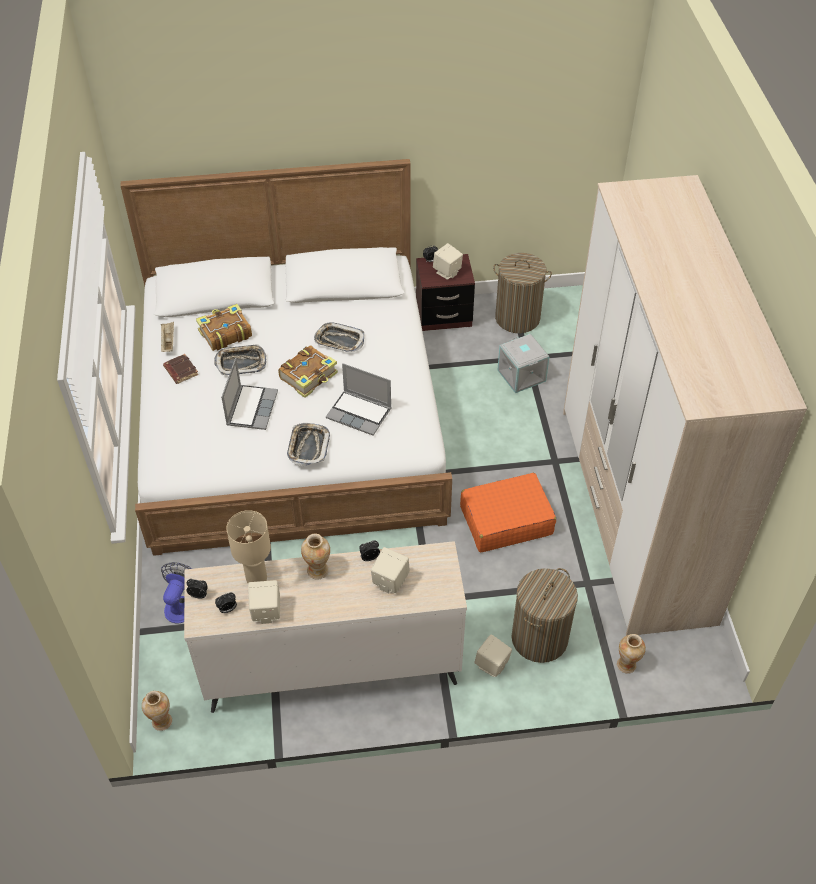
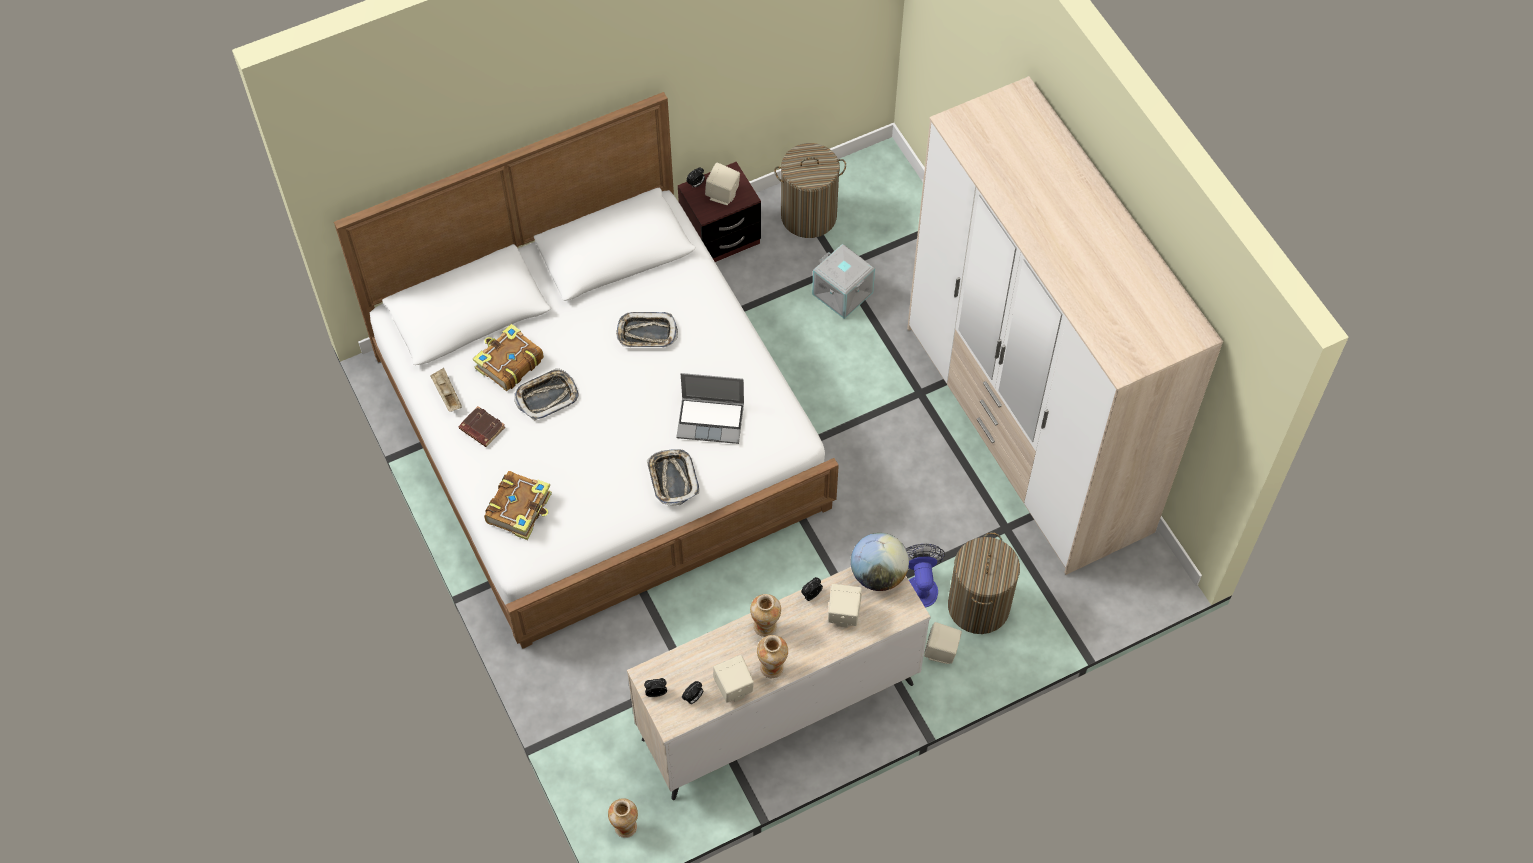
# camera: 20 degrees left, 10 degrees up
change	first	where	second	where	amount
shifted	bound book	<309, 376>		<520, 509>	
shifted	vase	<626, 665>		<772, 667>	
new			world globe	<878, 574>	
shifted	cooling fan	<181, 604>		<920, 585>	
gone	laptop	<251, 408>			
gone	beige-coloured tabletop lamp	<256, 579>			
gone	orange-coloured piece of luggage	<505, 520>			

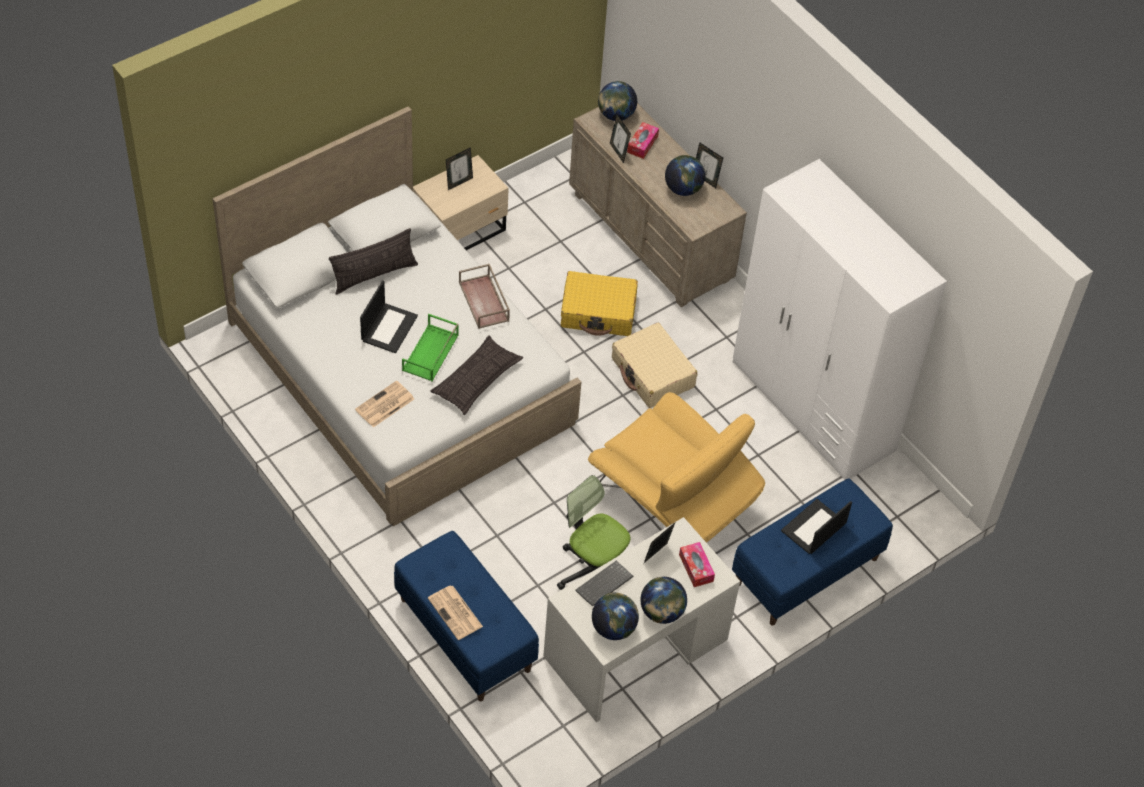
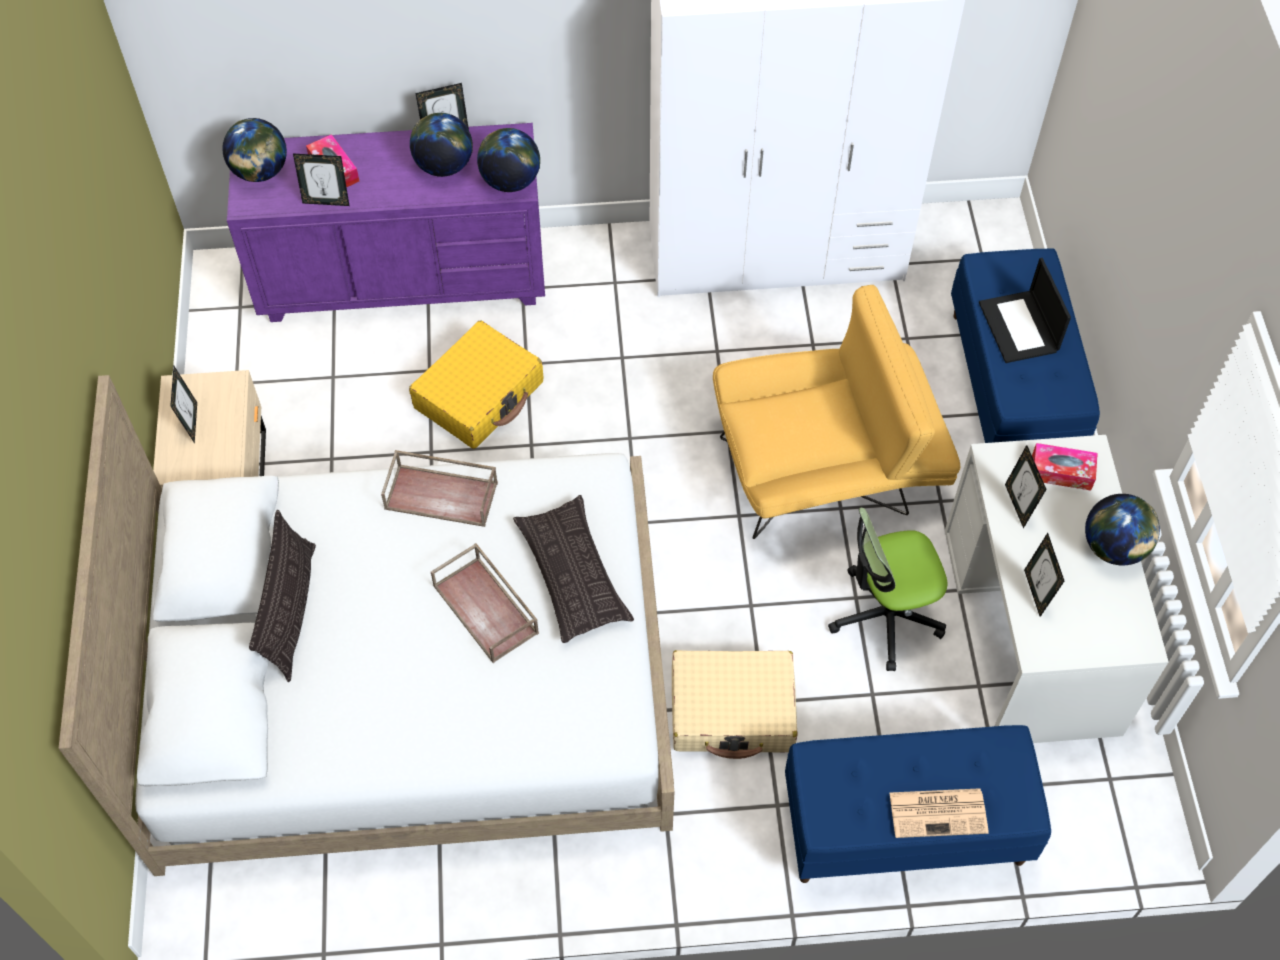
# camera: 55 degrees left, 5 degrees up
change	first	where	second	where	amount
repainted	beige-coloured chest of drawers	<650, 238>	purple-coloured chest of drawers	<403, 279>	
repainted	green-coloured carrying tray	<430, 353>	brownish carrying tray	<487, 609>	
shifted	world globe	<613, 628>		<510, 181>	
shifted	beige-coloured piece of luggage	<652, 373>		<733, 710>	
swapped	computer keyboard	<604, 585>	standing frame	<1036, 592>	
gone	newspaper	<384, 405>			
gone	laptop	<389, 327>			

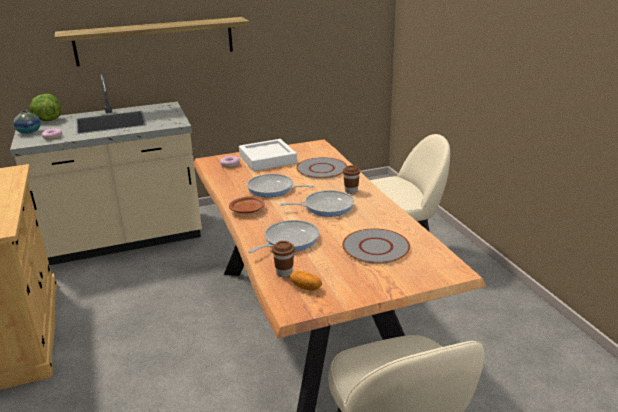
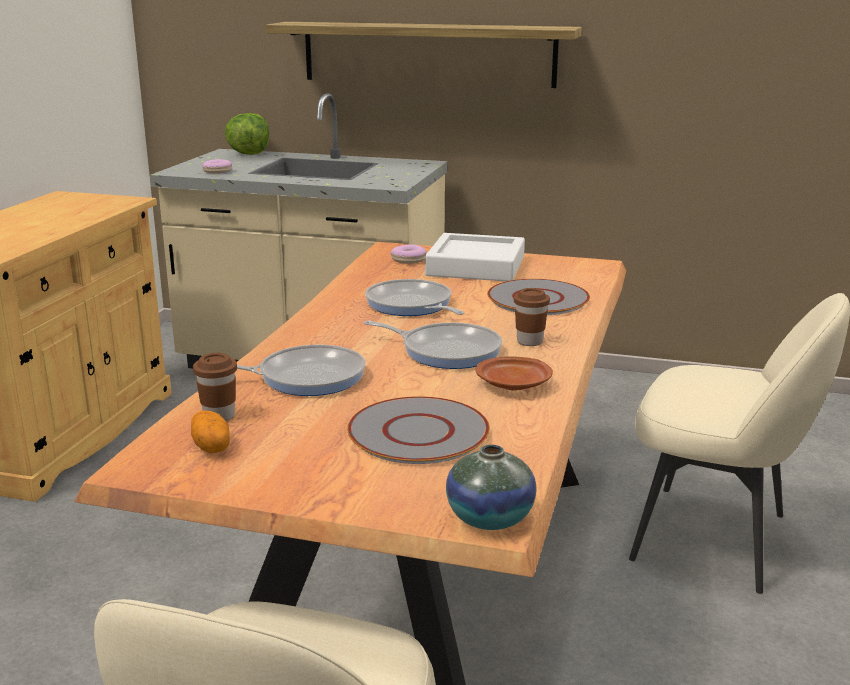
# camera: 35 degrees right, 5 degrees down
change	first	where	second	where	amount
shifted	vase	<29, 132>		<490, 518>	
shifted	brownish flat dish	<248, 210>		<514, 385>	

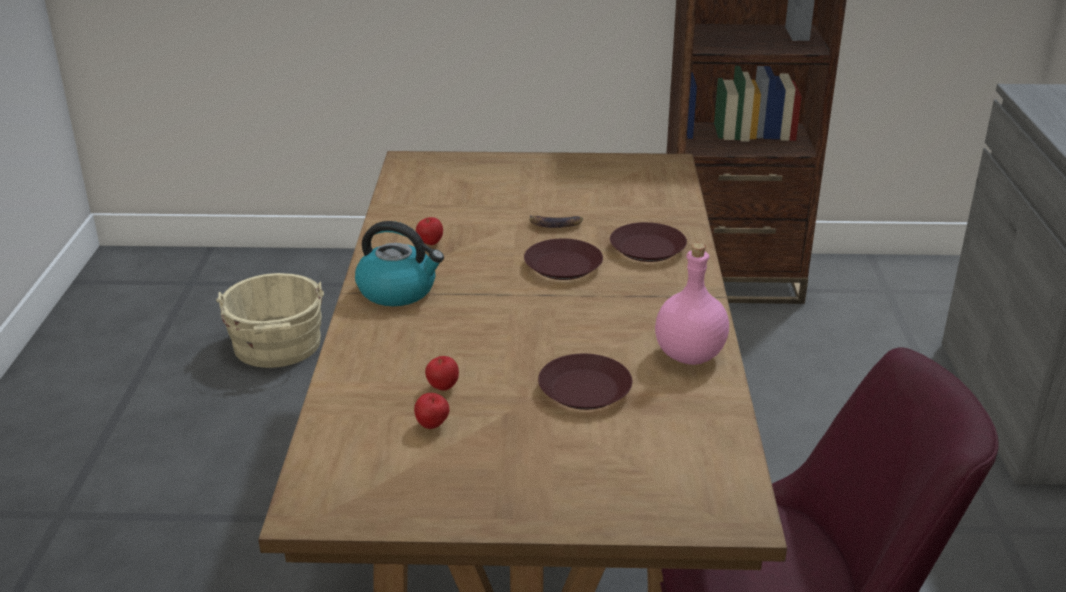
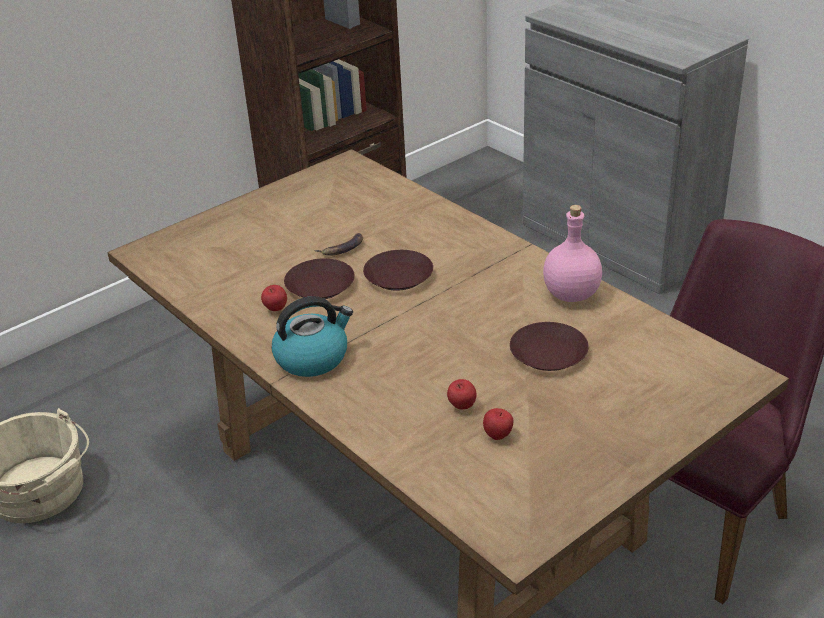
# camera: 40 degrees left, 5 degrees up
change	first	where	second	where	amount
shifted	brownish flat dish	<648, 248>		<320, 285>	

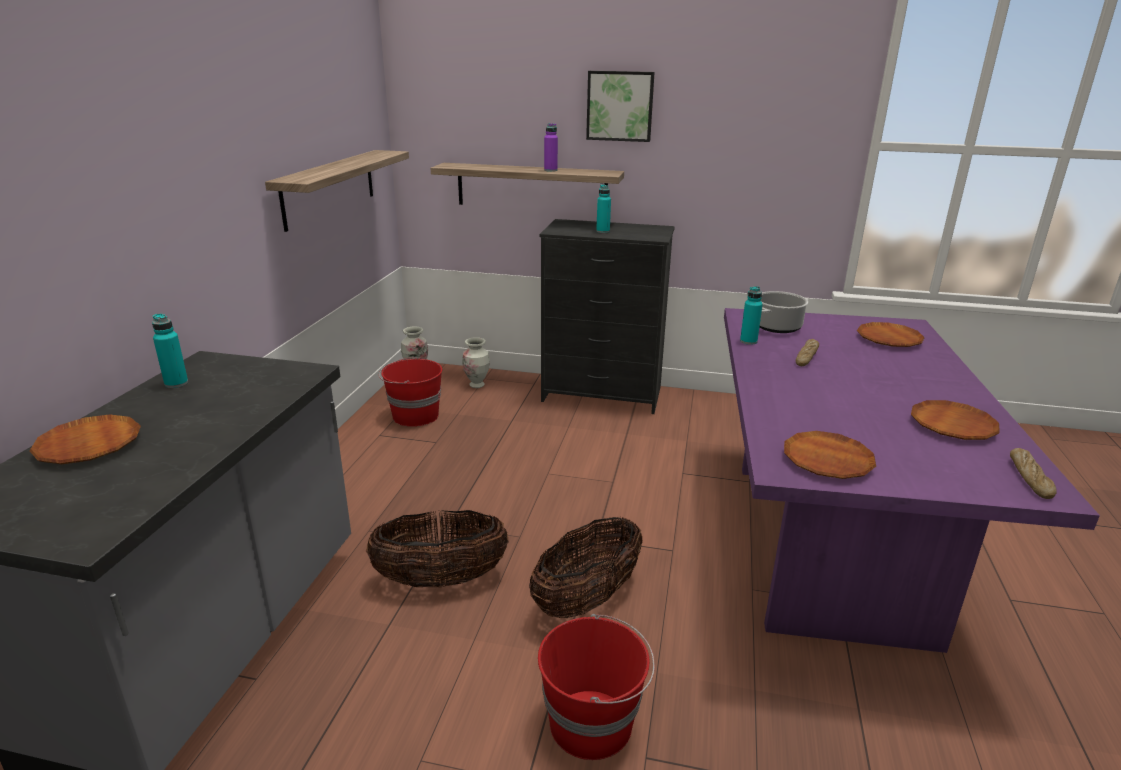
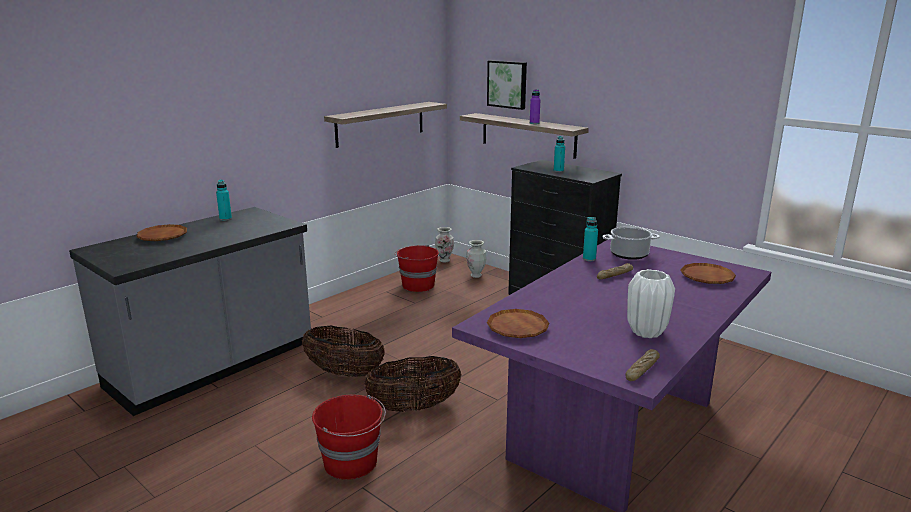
# camera: 30 degrees right, 5 degrees down
change	first	where	second	where	amount
shifted	picture	<620, 106>		<507, 84>	
swapped	brownish flat dish	<952, 425>	whitish vase	<646, 332>	

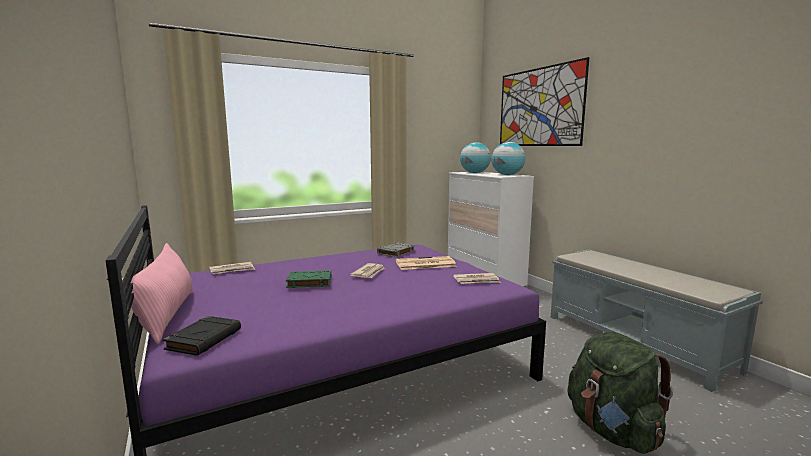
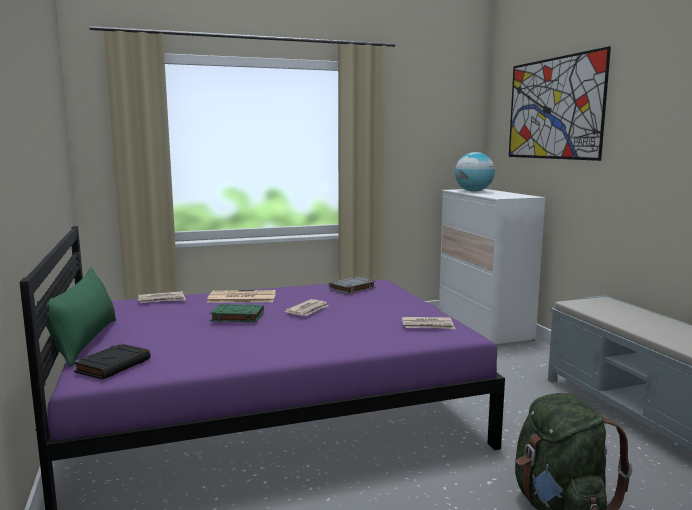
# camera: 10 degrees right, 0 degrees up
change	first	where	second	where	amount
repainted	pink cushion	<167, 315>	green-coloured cushion	<85, 341>	
shifted	newspaper	<424, 264>		<241, 298>	
gone	world globe	<507, 175>			

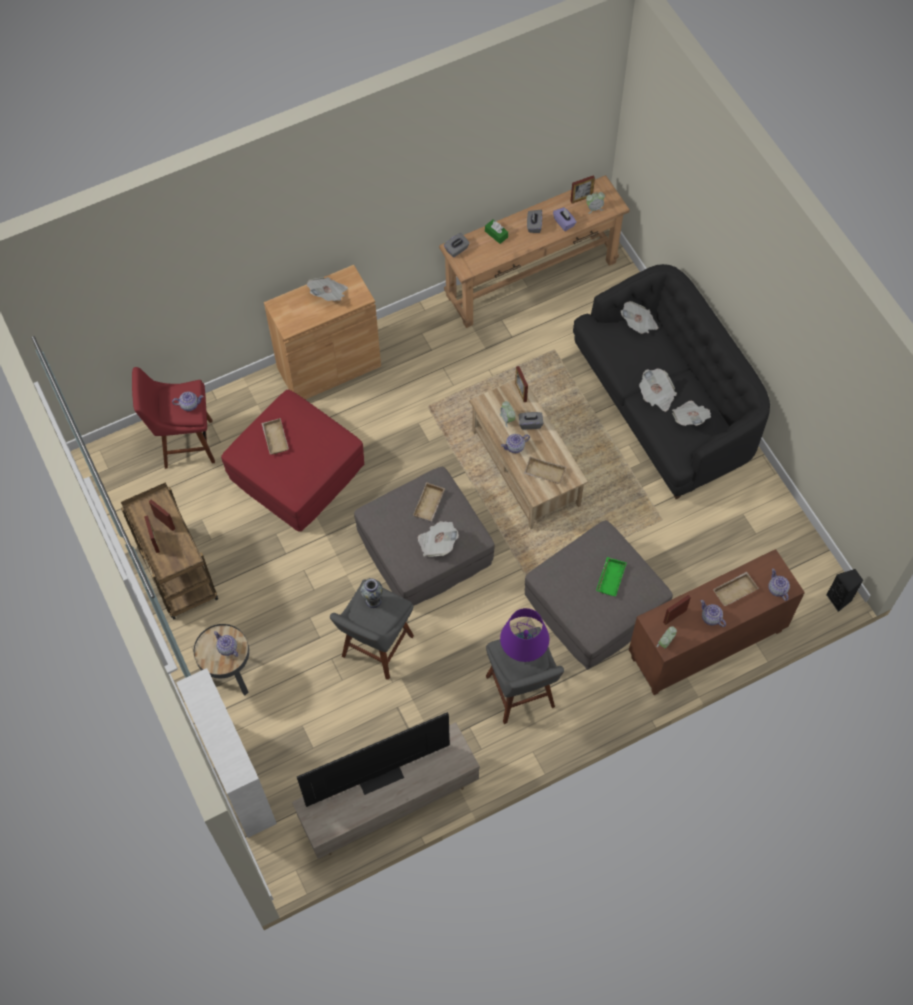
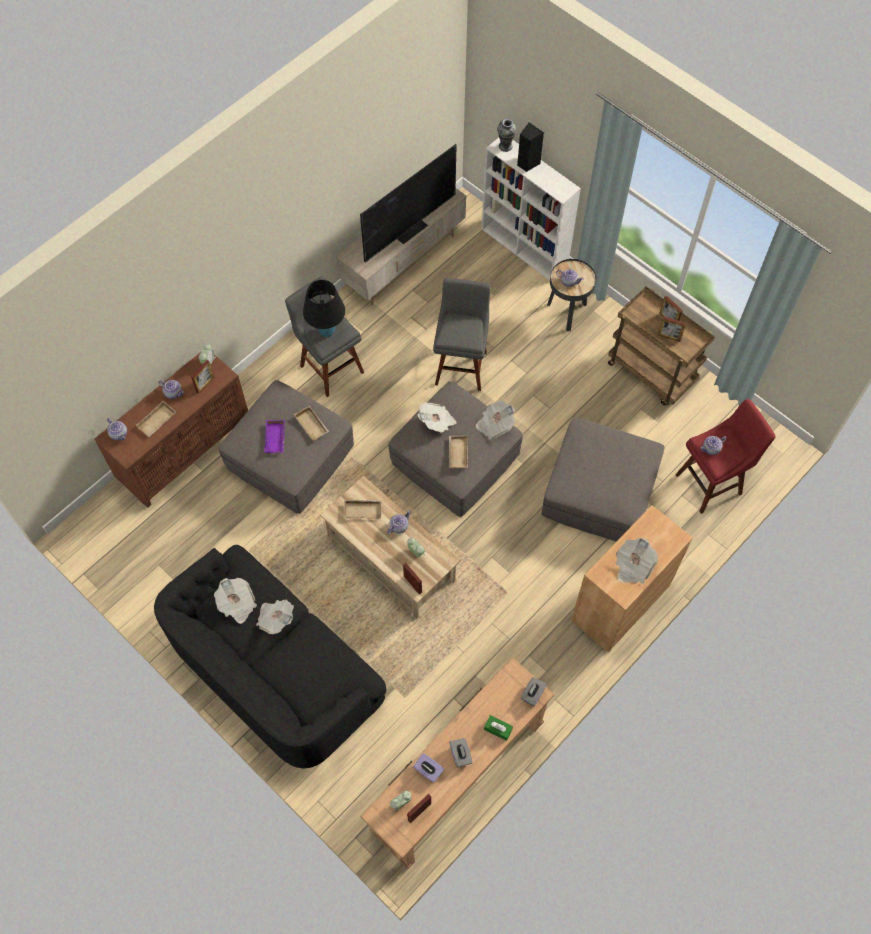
# camera: 160 degrees right, 0 degrees up
change	first	where	second	where	amount
repainted	green-coloured carrying tray	<610, 577>	purple-coloured carrying tray	<276, 439>	
shifted	beige-coloured carrying tray	<274, 438>		<312, 425>	
repainted	purple-coloured tabletop lamp	<523, 654>	black tabletop lamp	<326, 331>	
shifted	newspaper	<638, 324>		<494, 424>	
shifted	vase	<373, 600>		<505, 146>	
shifted	black loudspeaker	<840, 599>		<527, 163>	
repainted	red-coloured pouffe	<296, 470>	grey pouffe	<599, 491>	
gone	grey tissue box	<530, 423>			

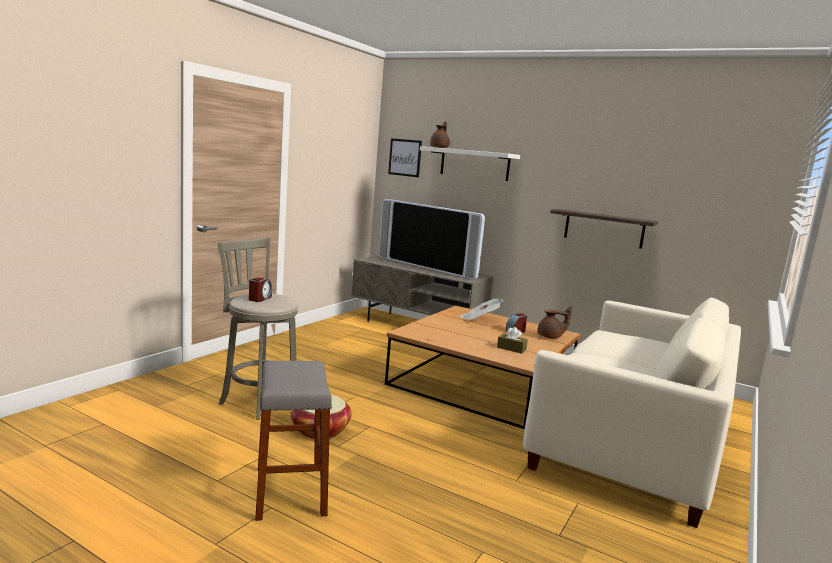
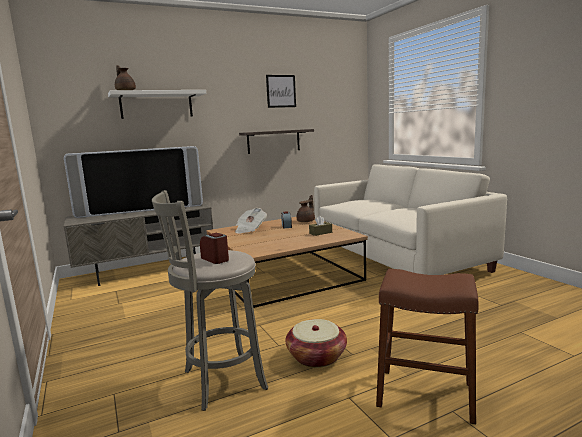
# camera: 55 degrees left, 0 degrees up
change	first	where	second	where	amount
shifted	picture	<405, 157>		<281, 91>	
repainted	grey stool seat	<290, 491>	brownish stool seat	<425, 394>	

